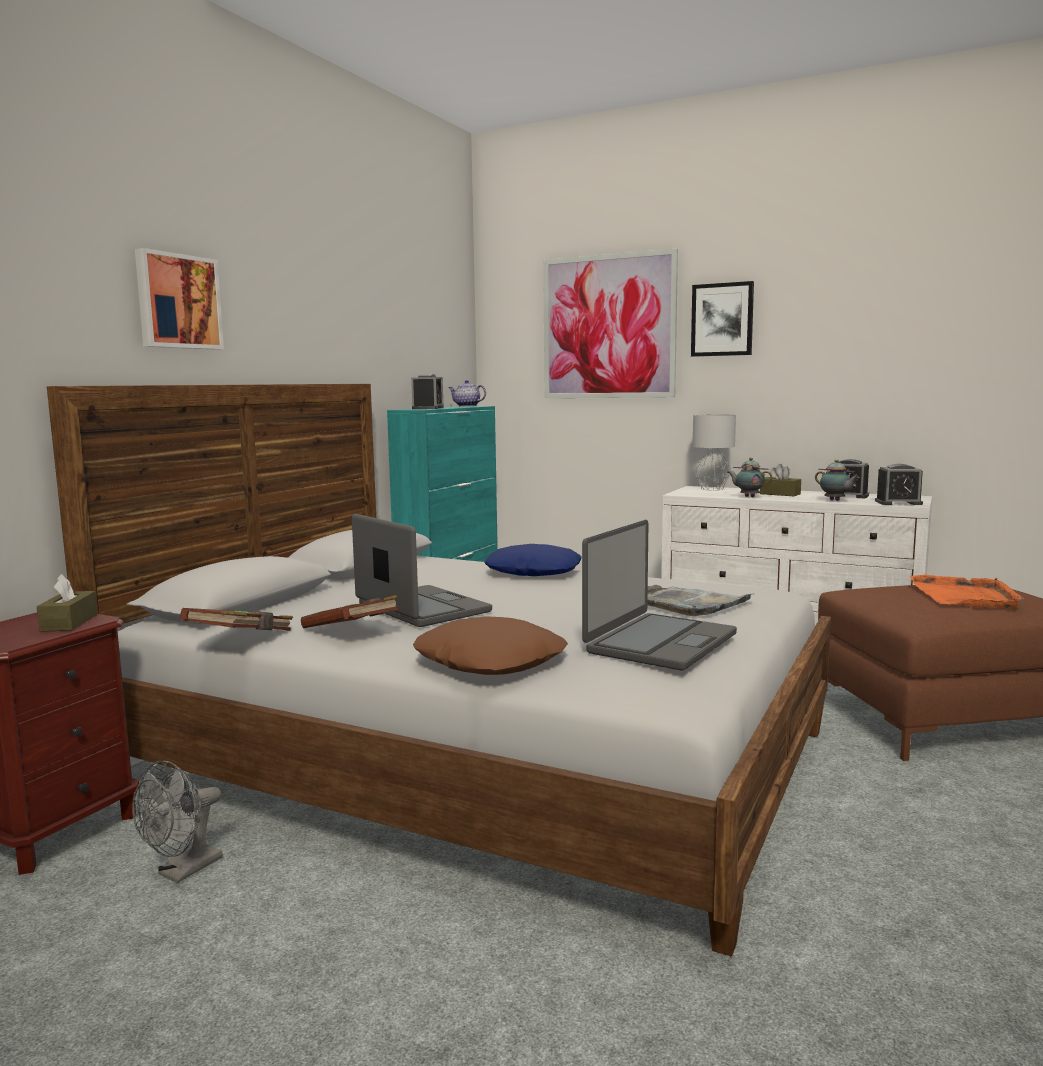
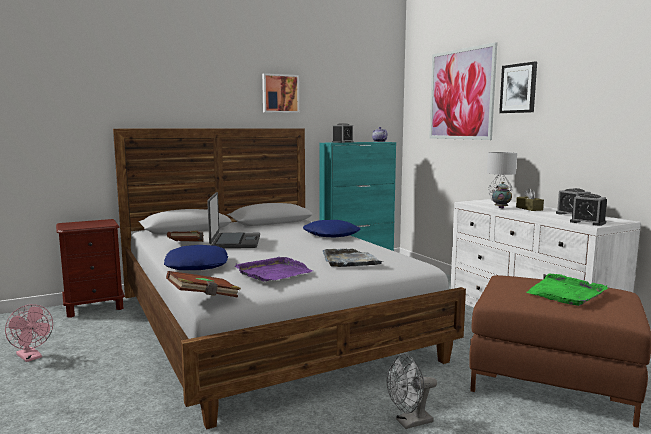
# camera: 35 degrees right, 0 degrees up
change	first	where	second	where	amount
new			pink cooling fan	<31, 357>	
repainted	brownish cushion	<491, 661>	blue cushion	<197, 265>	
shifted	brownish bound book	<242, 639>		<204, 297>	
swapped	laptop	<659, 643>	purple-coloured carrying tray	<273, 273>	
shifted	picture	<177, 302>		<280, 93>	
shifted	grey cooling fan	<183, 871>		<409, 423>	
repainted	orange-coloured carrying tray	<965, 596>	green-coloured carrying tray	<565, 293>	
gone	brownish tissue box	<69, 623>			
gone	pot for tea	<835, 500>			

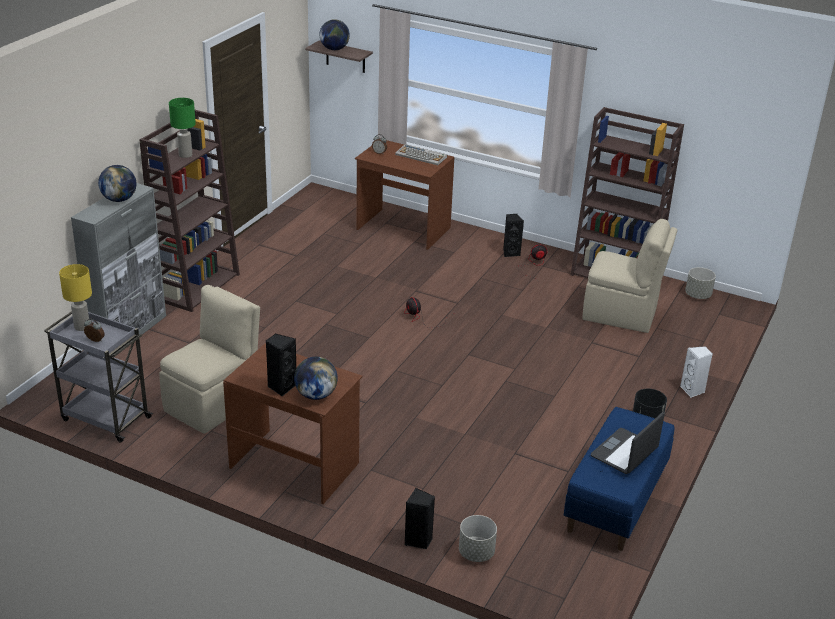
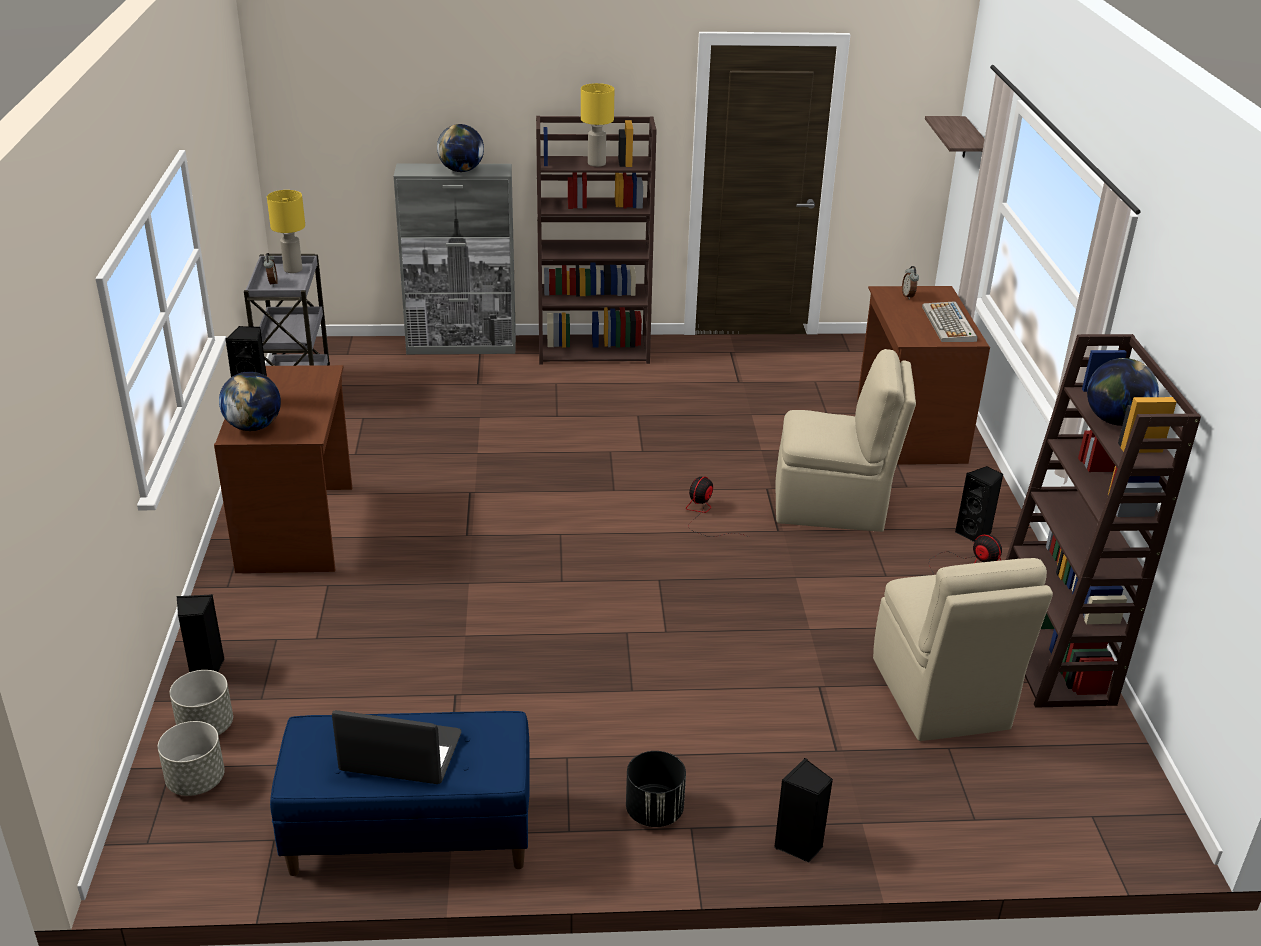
# camera: 60 degrees right, 0 degrees up
change	first	where	second	where	amount
shifted	grey plant pot	<697, 295>		<196, 780>	
repainted	green-coloured tabletop lamp	<185, 155>	yellow-coloured tabletop lamp	<597, 163>	
repainted	whitish loudspeaker	<693, 390>	black loudspeaker	<799, 845>	
shifted	beige-coloured upright chair	<213, 403>		<833, 506>	
shifted	world globe	<334, 49>		<1115, 421>	

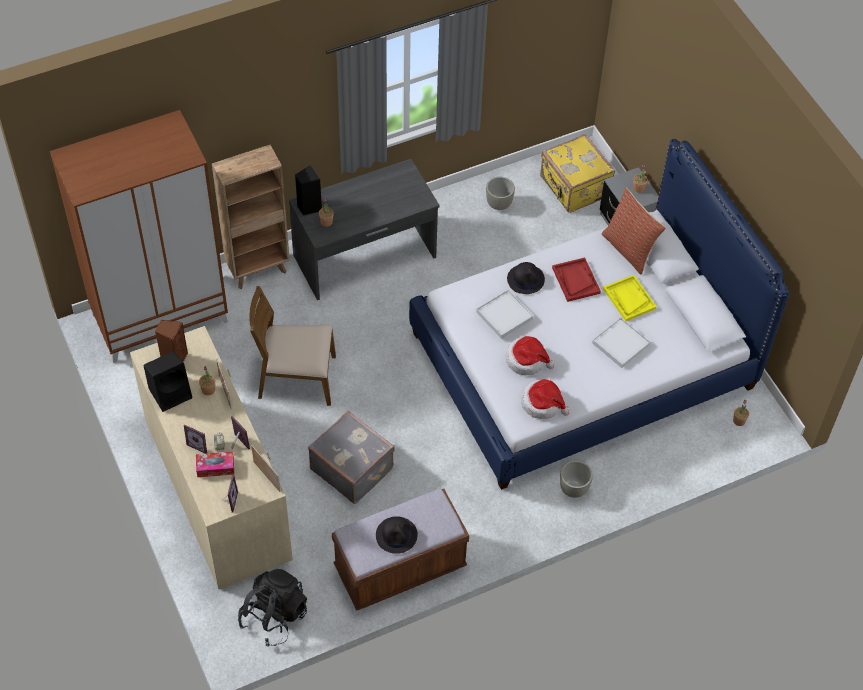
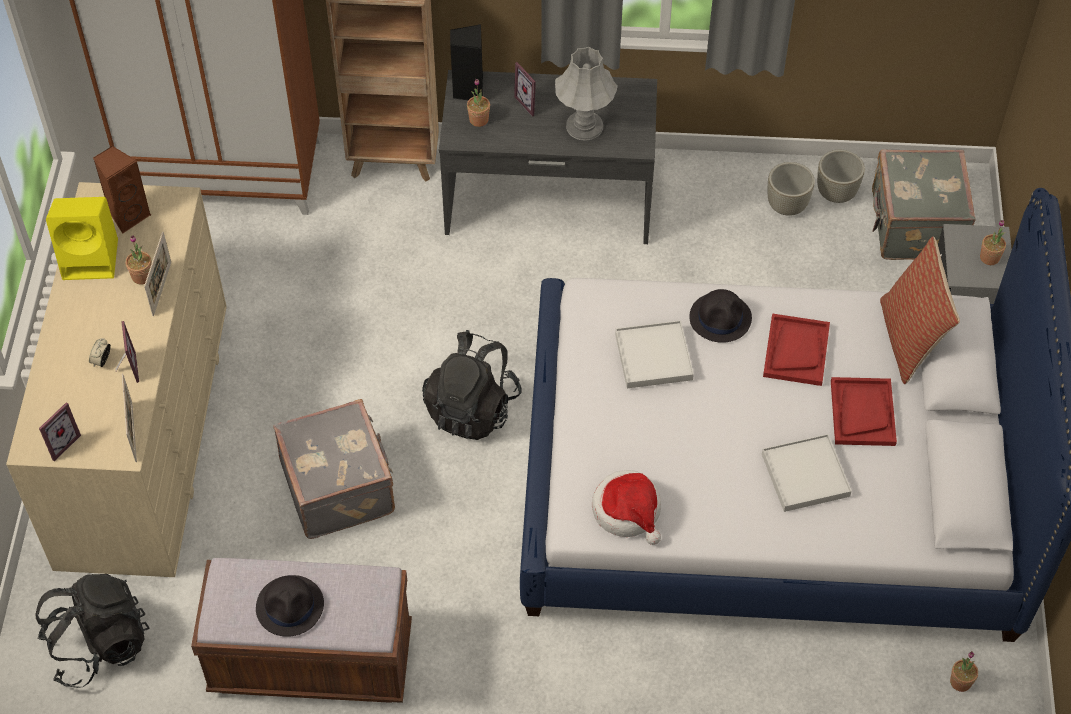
# camera: 30 degrees right, 0 degrees up
change	first	where	second	where	amount
repainted	black loudspeaker	<171, 392>	yellow-coloured loudspeaker	<92, 258>	
new			black knapsack	<472, 408>	
shifted	standing frame	<200, 444>		<531, 102>	
new			grey tabletop lamp	<584, 126>	
shifted	grey plant pot	<573, 489>		<836, 193>	
repainted	yellow-coloured carrying tray	<629, 299>	red-coloured carrying tray	<862, 413>	
repainted	yellow-coloured piece of luggage	<574, 187>	grey piece of luggage	<914, 226>	
gone	tissue box	<215, 467>			
gone	brownish upright chair	<296, 378>			
gone	wearable hat	<527, 360>			

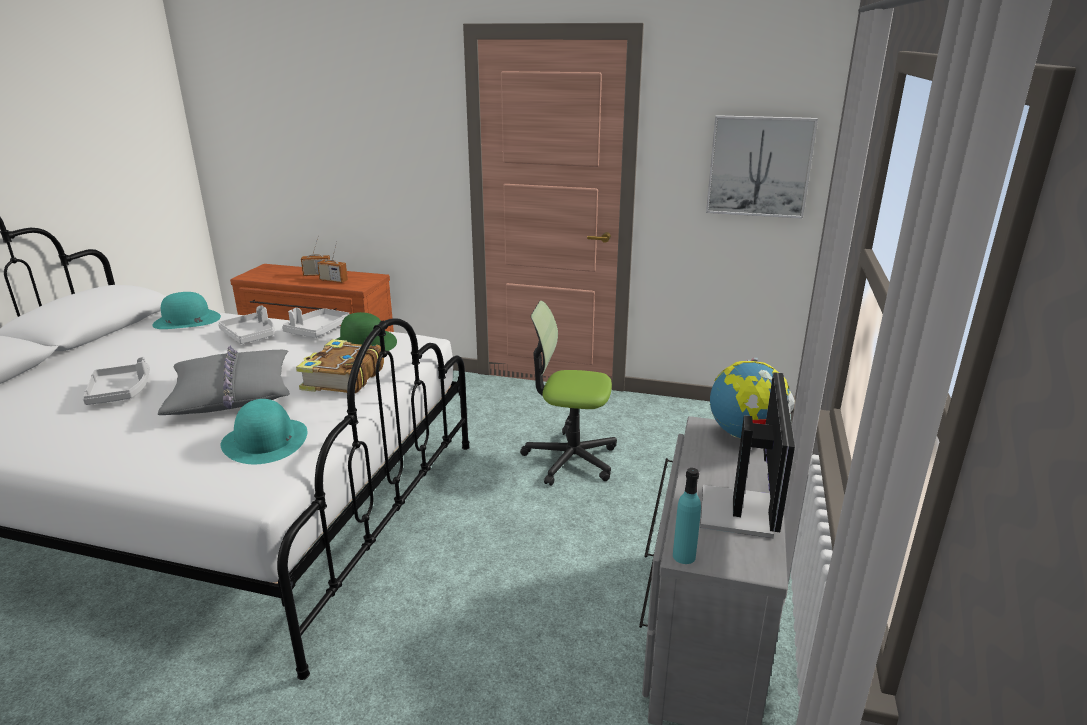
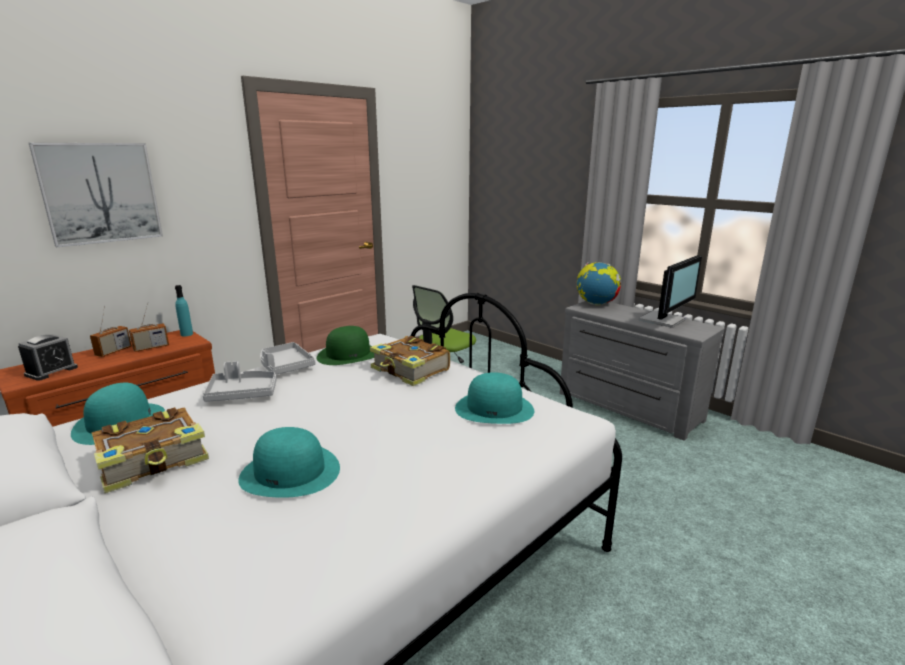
# camera: 60 degrees left, 5 degrees down
change	first	where	second	where	amount
new			alarm clock	<51, 371>	
shifted	picture	<759, 166>		<100, 193>	
new			bound book	<154, 460>	
shifted	blue-green bottle	<684, 556>		<186, 334>	
swapped	grey carrying tray	<120, 392>	blue-green wearable hat	<290, 472>	
rotated	computer display	<740, 511>		<664, 320>	90 degrees clockwise
gone	grey cushion	<231, 393>			

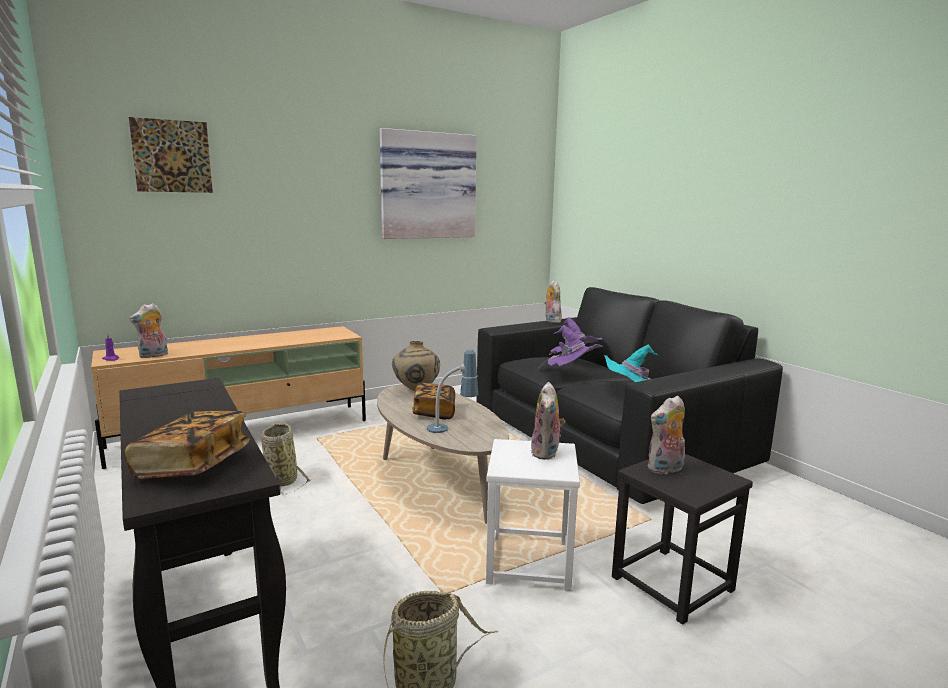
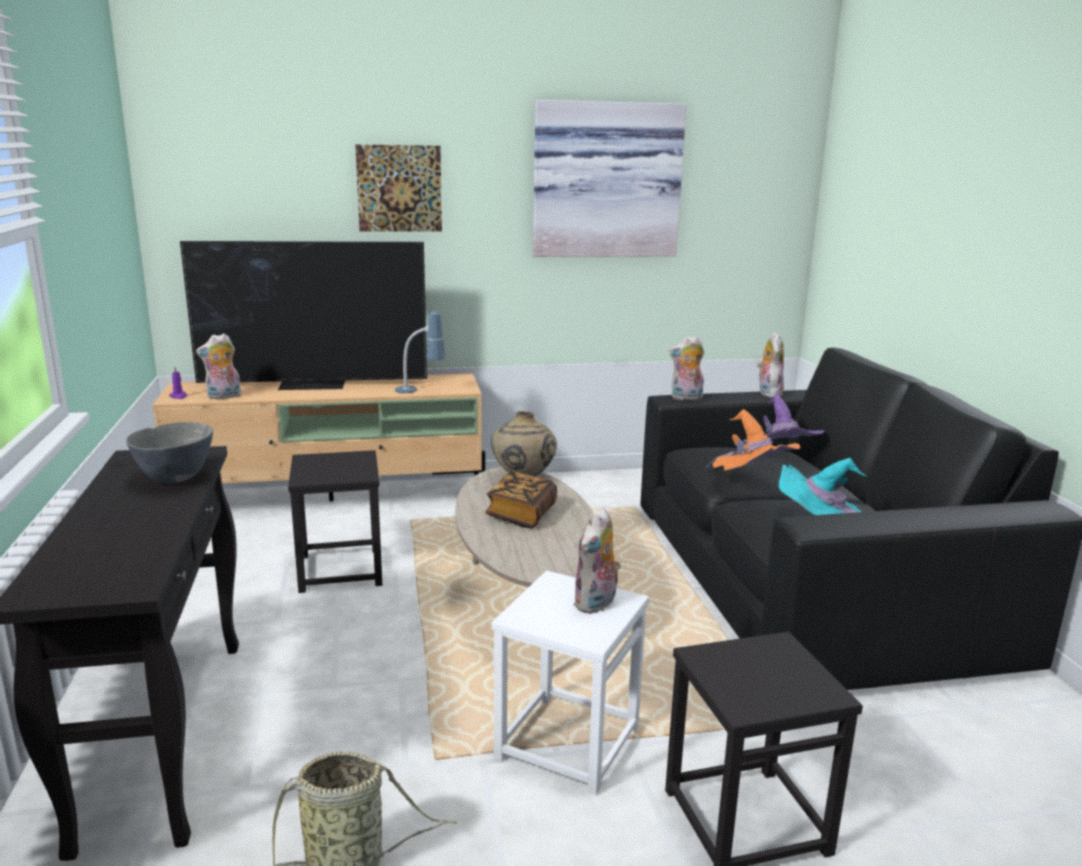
# camera: 20 degrees right, 5 degrees up
change	first	where	second	where	amount
new			grey deep dish	<174, 479>	
new			television	<313, 384>	
swapped	household basket	<281, 480>	black stool seat	<339, 570>	
shifted	picture	<172, 156>		<399, 188>	
shifted	tabletop lamp	<452, 428>		<420, 391>	
shifted	soft toy	<665, 469>		<686, 398>	
repainted	purple-coloured wearable hat	<571, 373>	orange-coloured wearable hat	<750, 481>	
gone	bound book	<193, 465>			

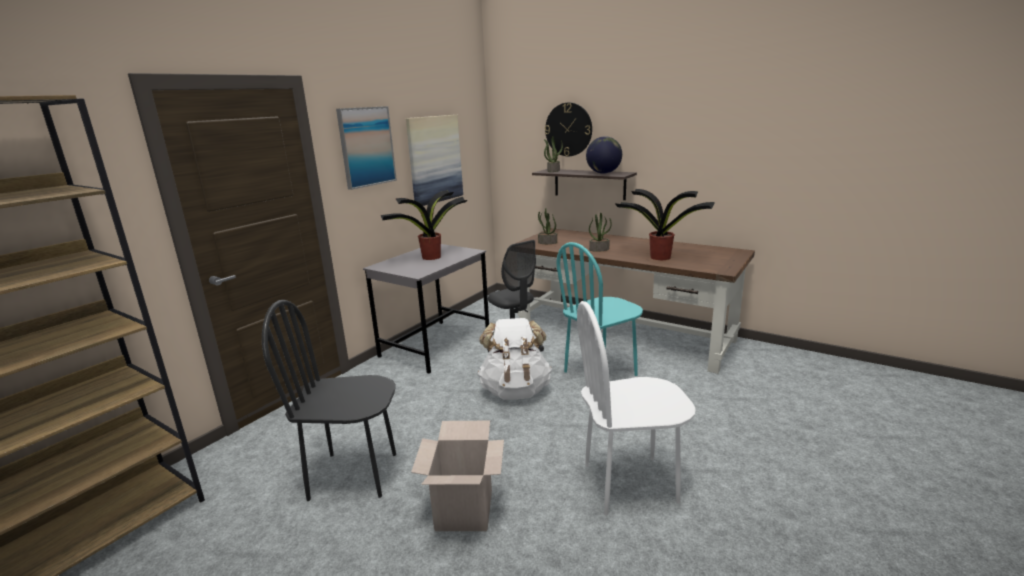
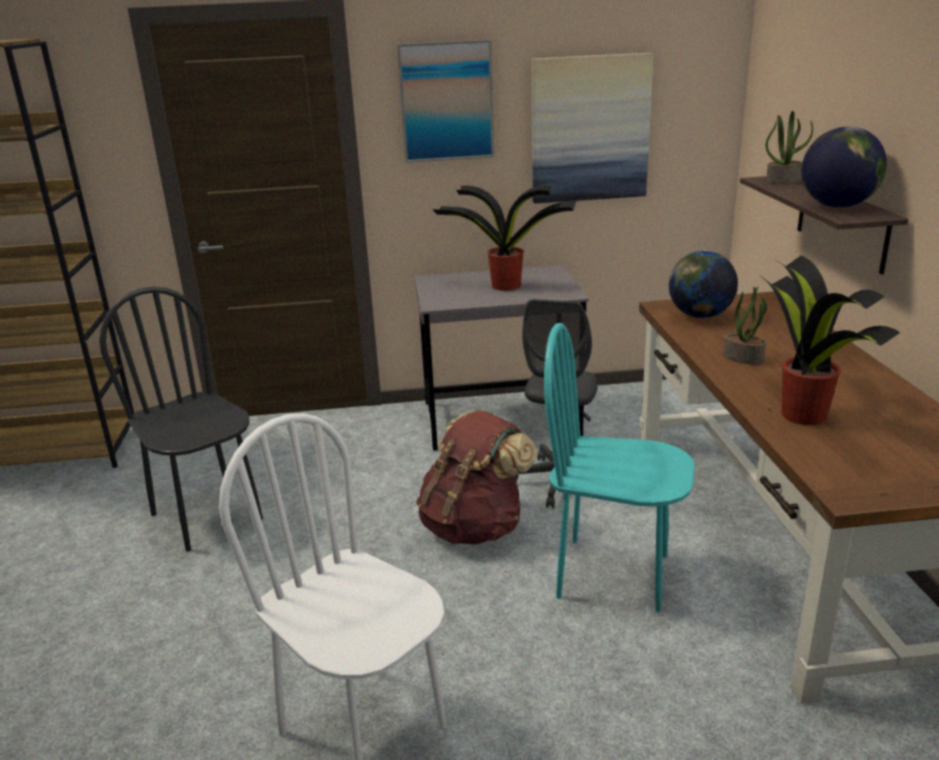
# camera: 50 degrees right, 5 degrees up
change	first	where	second	where	amount
repainted	whitish knapsack	<515, 390>	brownish knapsack	<474, 527>	
swapped	potted plant	<547, 242>	world globe	<700, 316>	
gone	cardboard box	<464, 510>			
gone	clock on the wall	<568, 129>			

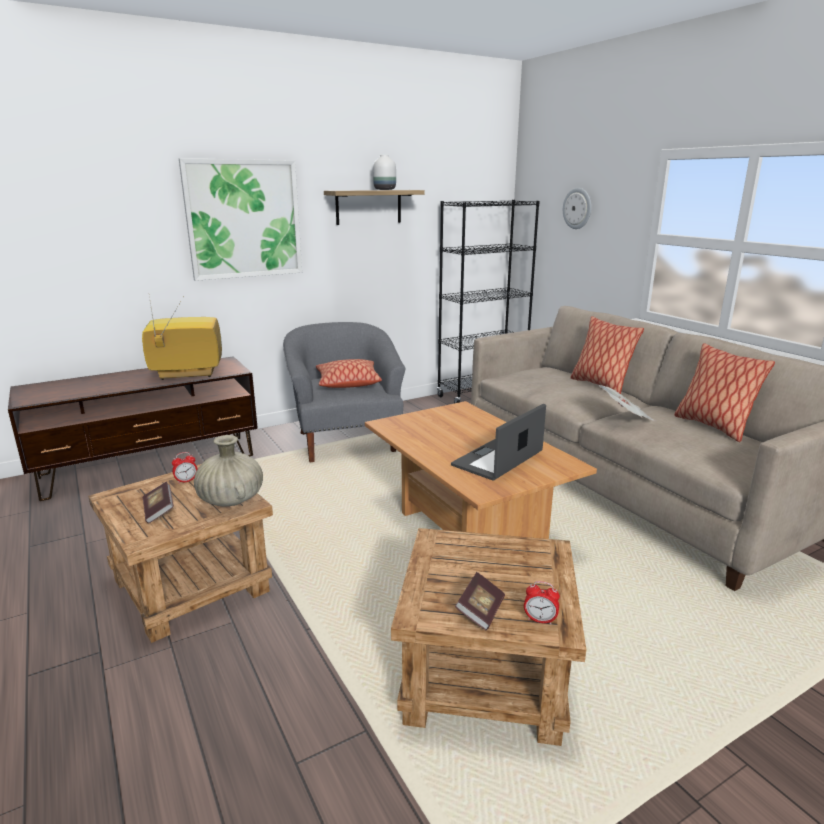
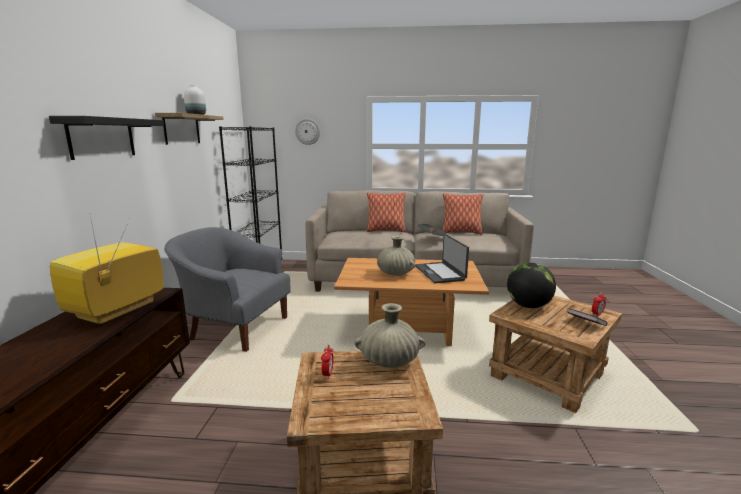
# camera: 55 degrees left, 5 degrees down
change	first	where	second	where	amount
swapped	picture	<244, 219>	black shelf	<102, 138>	
new			beige-coloured vase	<395, 273>	
new			world globe	<528, 306>	
gone	bound book	<159, 510>			
gone	cushion	<348, 382>			

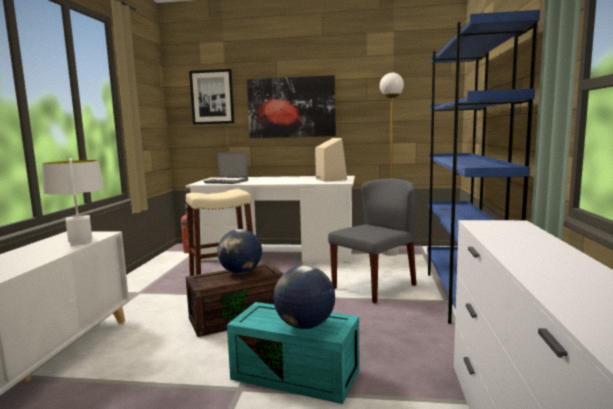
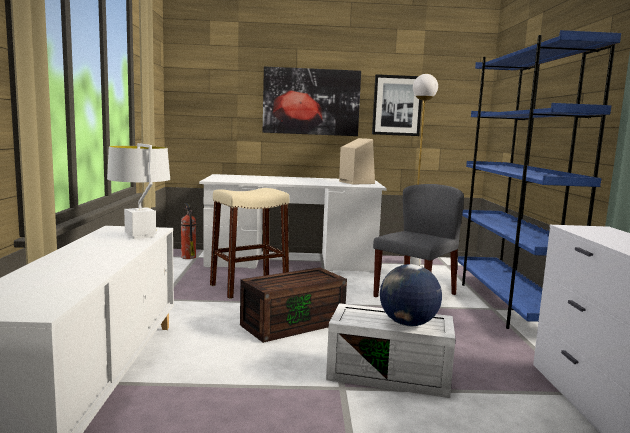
# camera: 10 degrees left, 0 degrees up
change	first	where	second	where	amount
repainted	blue-green storage container	<298, 374>	whitish storage container	<390, 374>	
shifted	picture	<212, 97>		<397, 105>	
gone	laptop	<227, 181>			
gone	world globe	<240, 272>			

